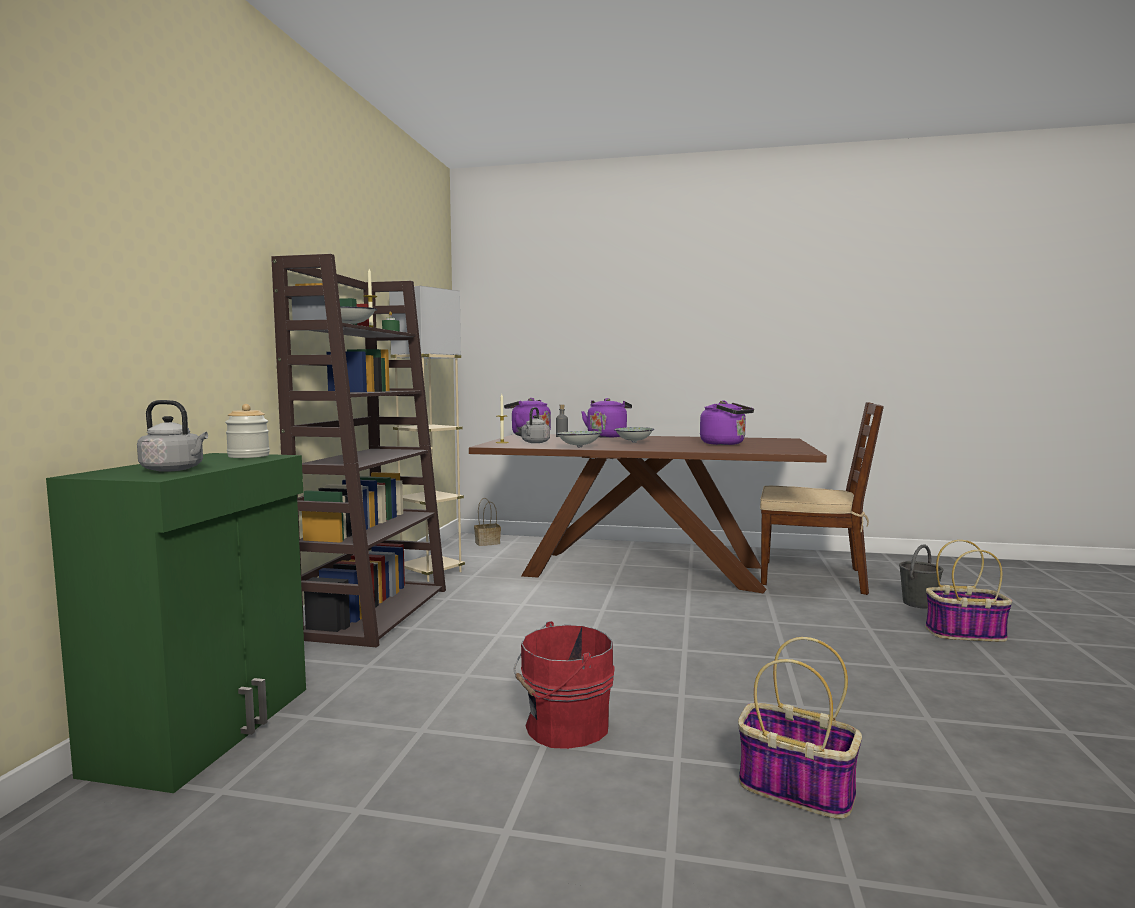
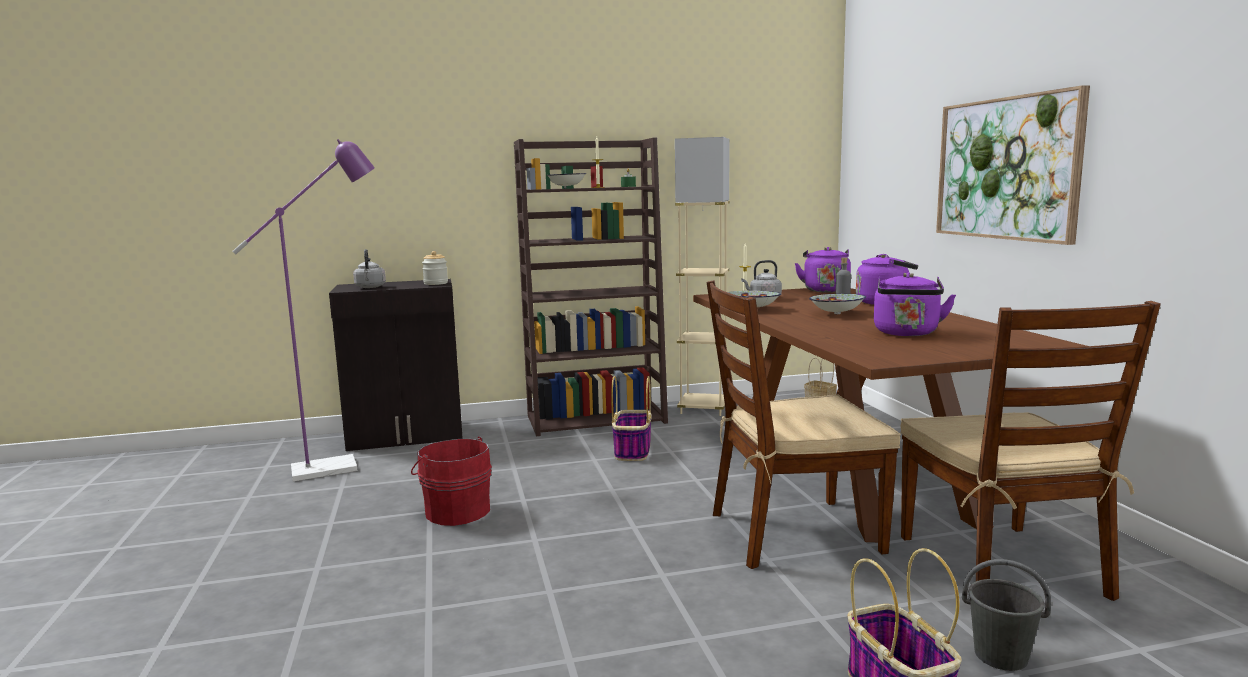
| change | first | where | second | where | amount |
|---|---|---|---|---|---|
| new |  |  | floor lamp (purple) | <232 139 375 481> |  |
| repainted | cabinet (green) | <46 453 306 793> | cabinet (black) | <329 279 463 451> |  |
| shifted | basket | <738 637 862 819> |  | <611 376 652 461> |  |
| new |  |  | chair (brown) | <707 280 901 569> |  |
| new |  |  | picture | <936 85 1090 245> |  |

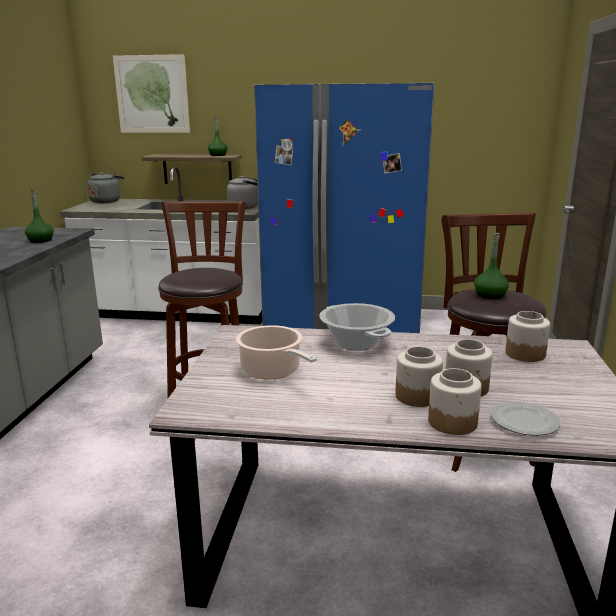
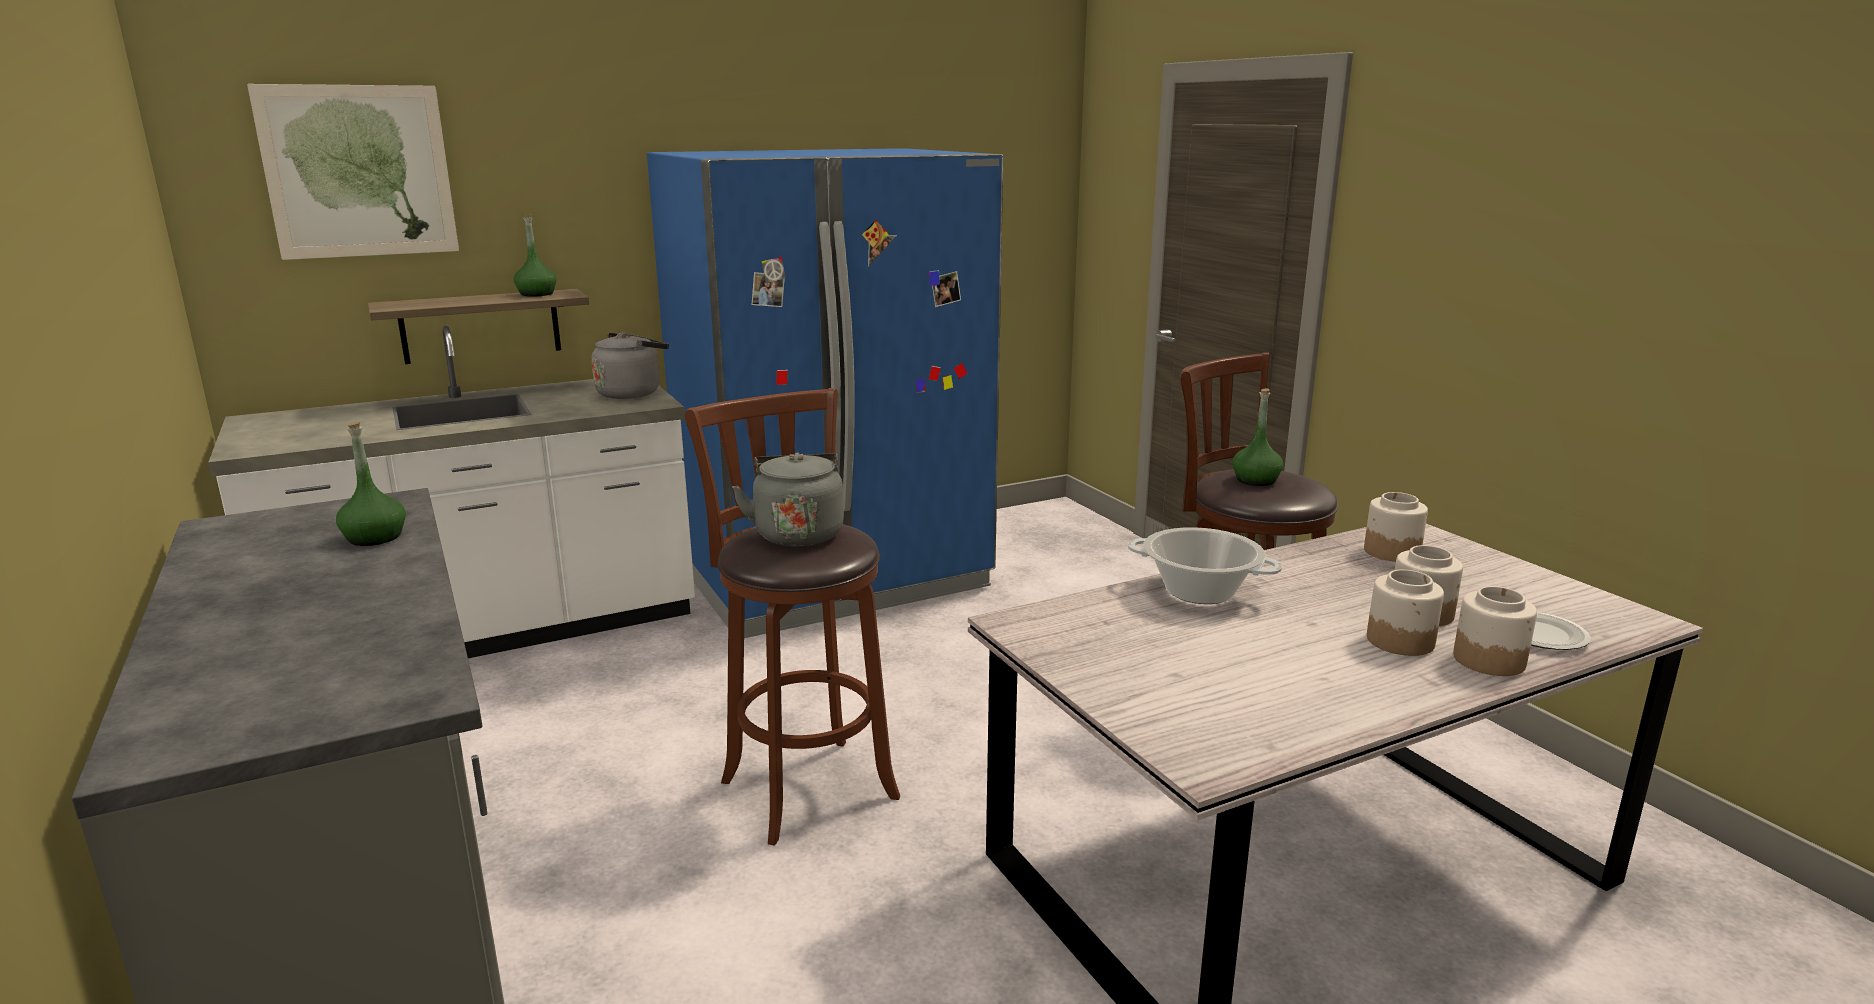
| change | first | where | second | where | amount |
|---|---|---|---|---|---|
| shifted | kettle (grey) | <87 172 124 203> |  | <732 453 844 546> |  |
| gone | cooking pot | <236 325 317 379> |  |  |  |

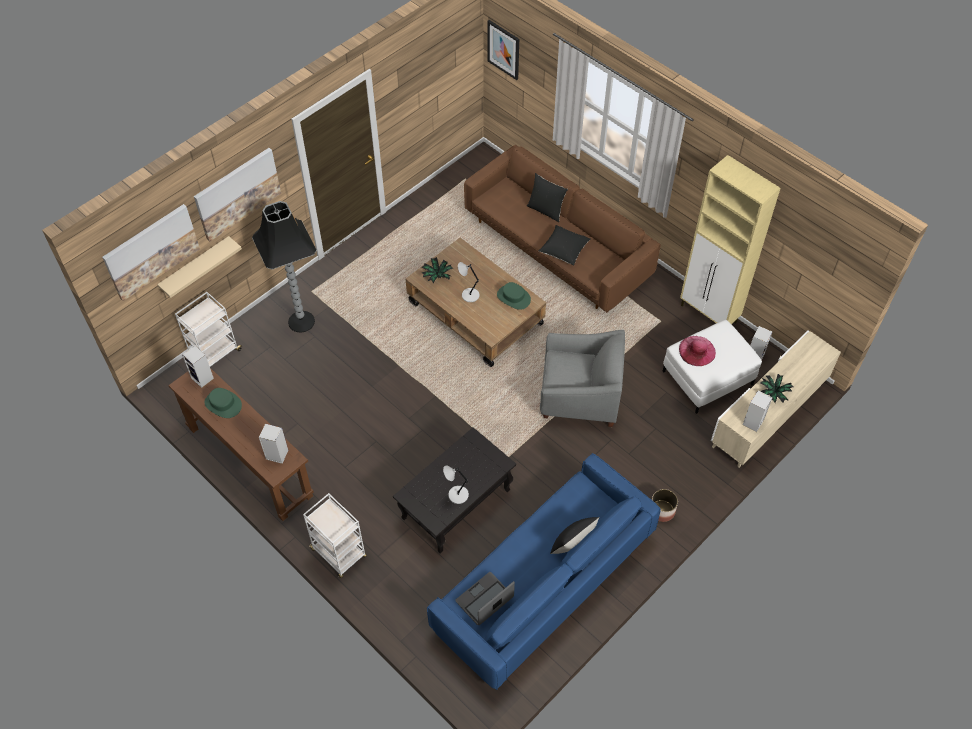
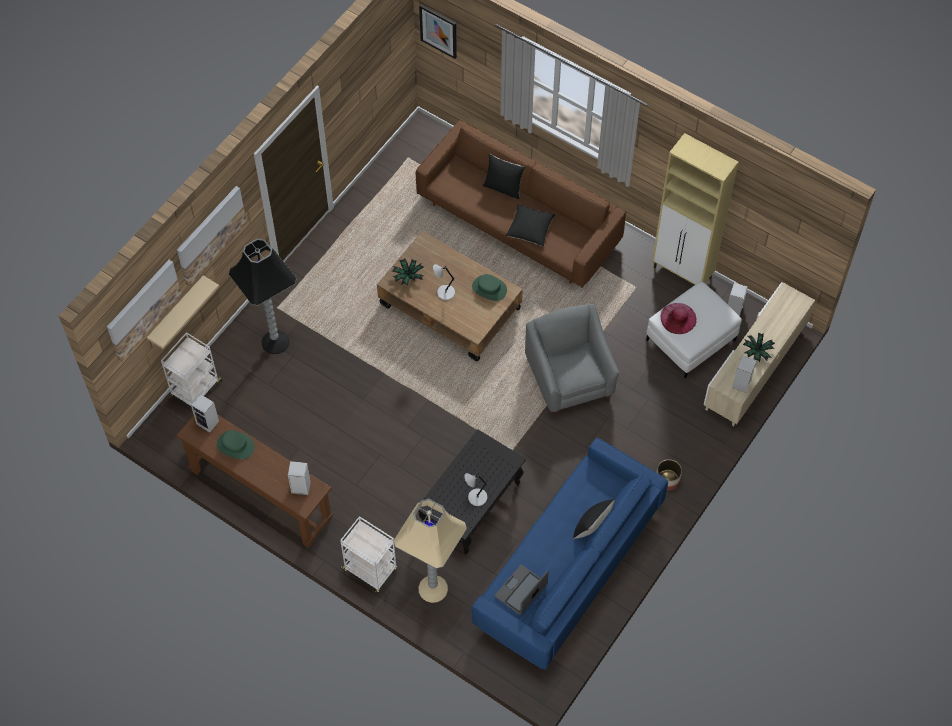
| change | first | where | second | where | amount |
|---|---|---|---|---|---|
| new |  |  | floor lamp (beige) | <394 499 467 603> |  |
| rotated | armchair (grey) | <540 330 625 427> |  | <525 304 620 414> | 105 degrees counterclockwise |

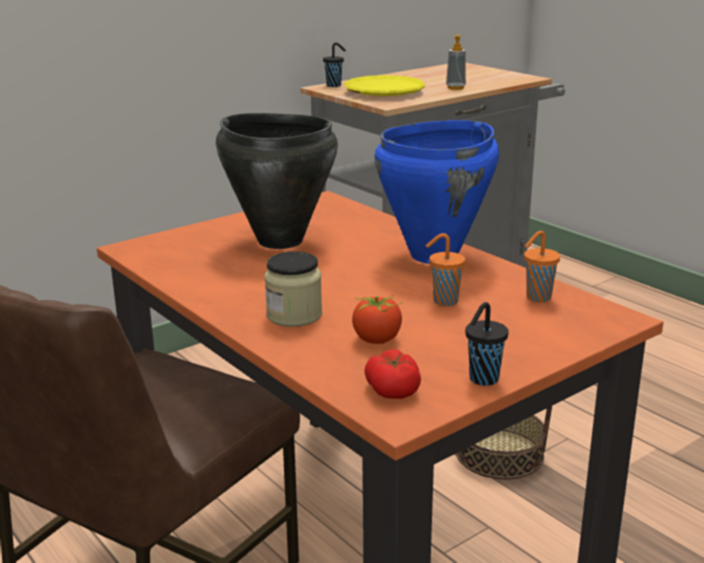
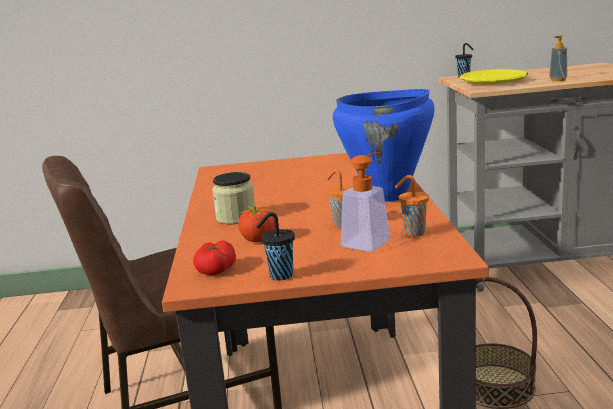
| change | first | where | second | where | amount |
|---|---|---|---|---|---|
| new |  |  | soap dispenser | <341 152 390 252> |  |
| gone | cooking pot (black) | <216 113 338 249> |  |  |  |

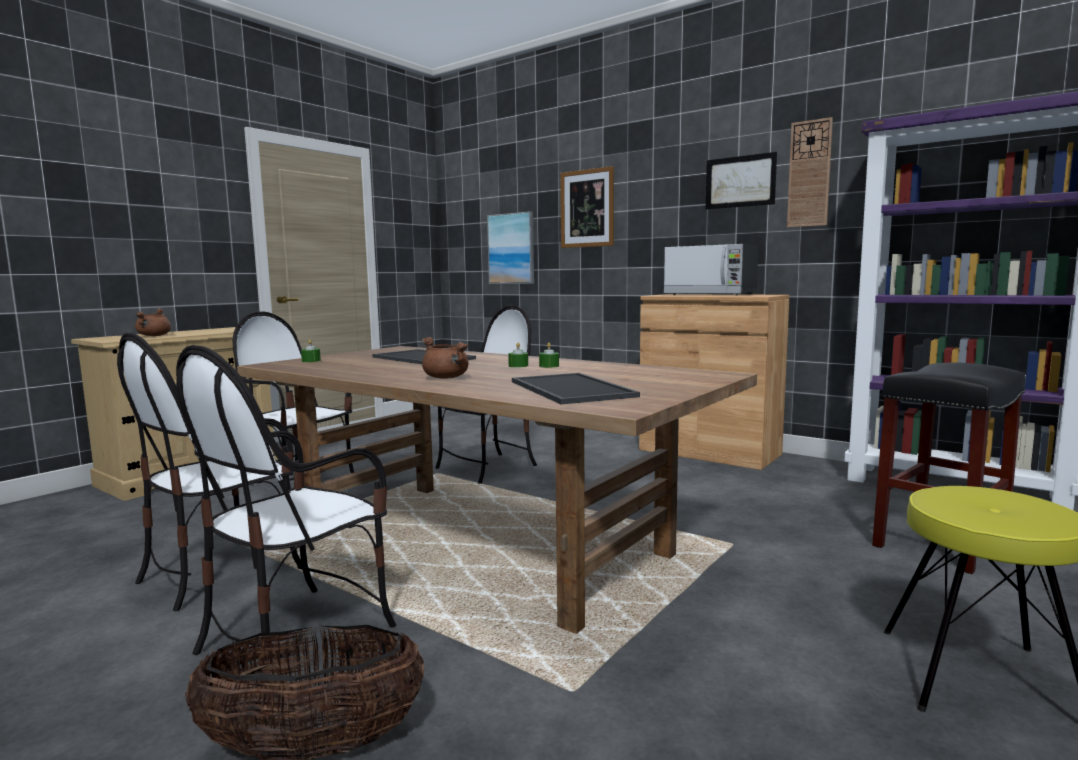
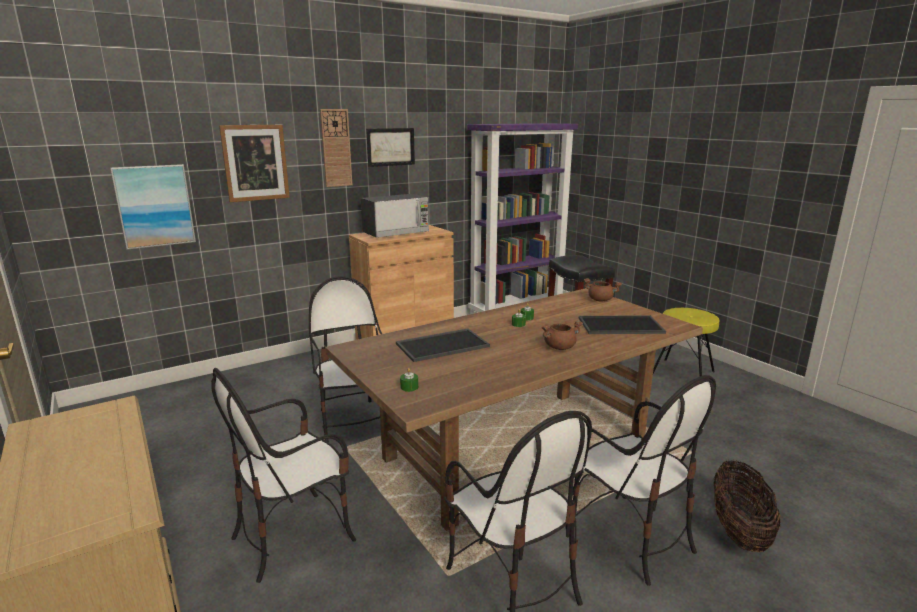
| change | first | where | second | where | amount |
|---|---|---|---|---|---|
| shifted | wall clock | <787 117 833 228> |  | <320 109 352 187> |  |
| shifted | cooking pot (brown) | <135 308 171 336> |  | <584 278 622 301> |  |

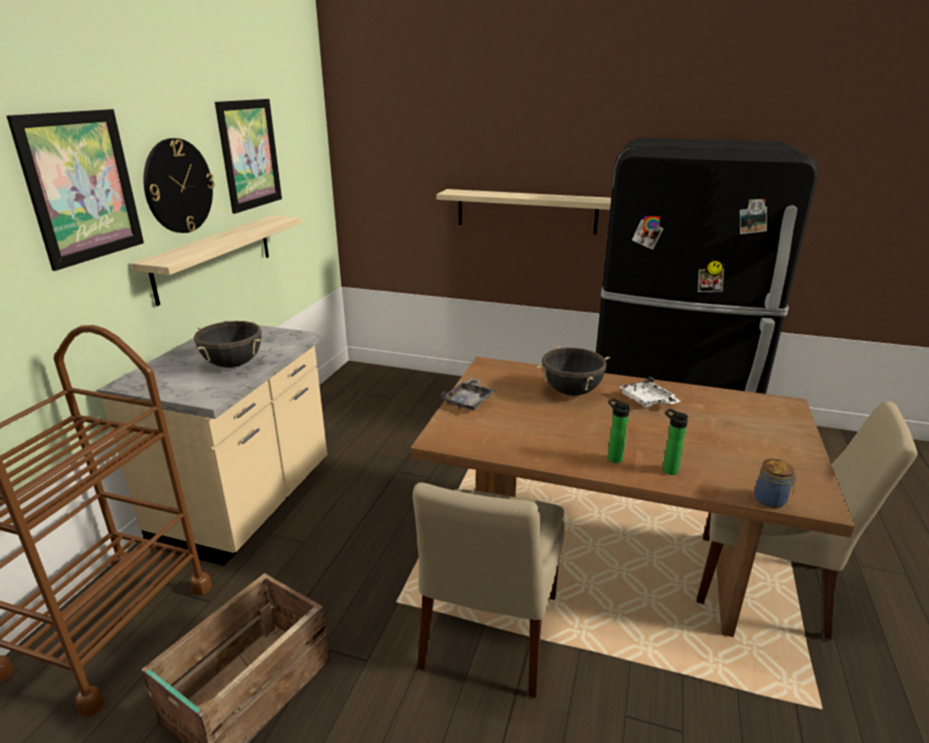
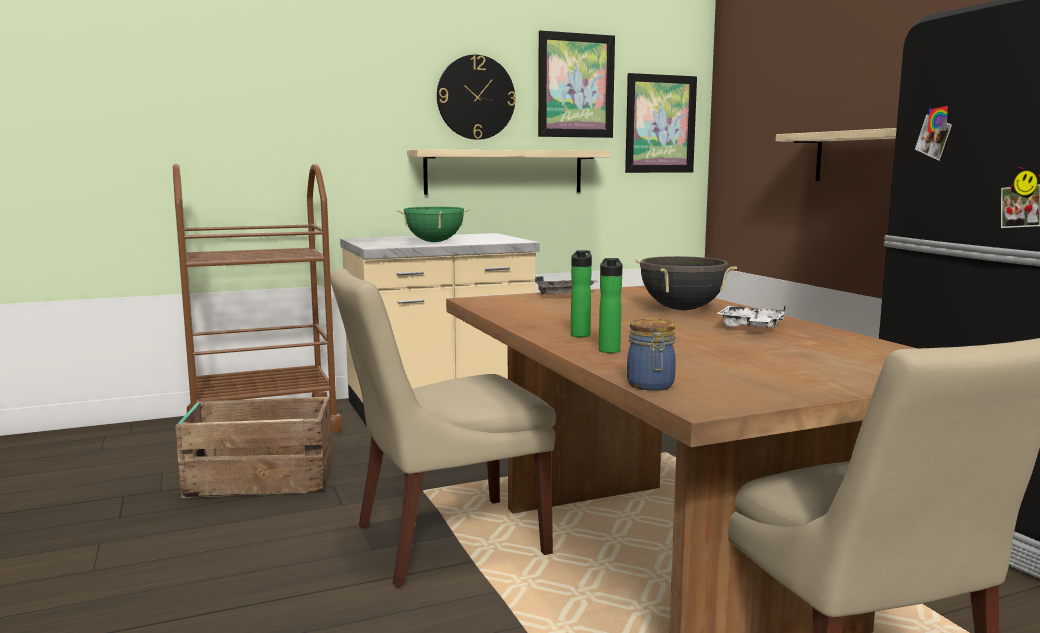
| change | first | where | second | where | amount |
|---|---|---|---|---|---|
| repainted | cooking pot (black) | <194 321 262 368> | cooking pot (green) | <397 207 471 242> |  |
| shifted | picture | <6 109 144 271> |  | <625 73 697 173> |  |

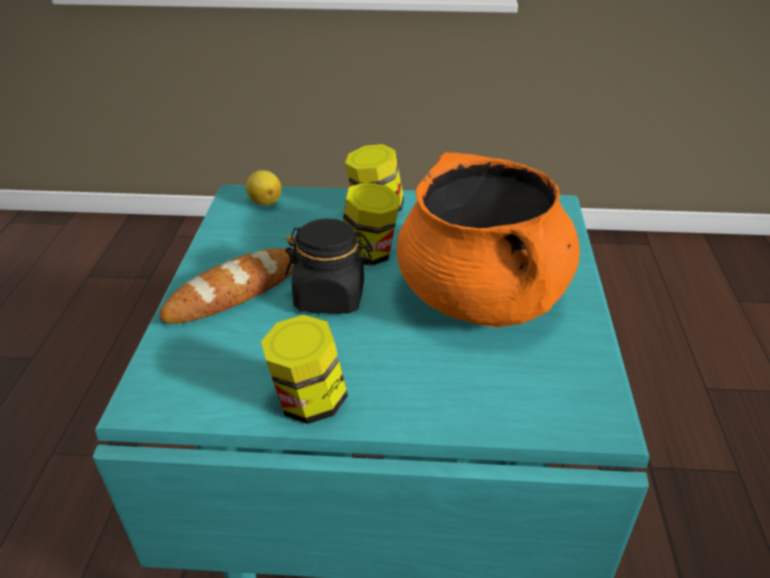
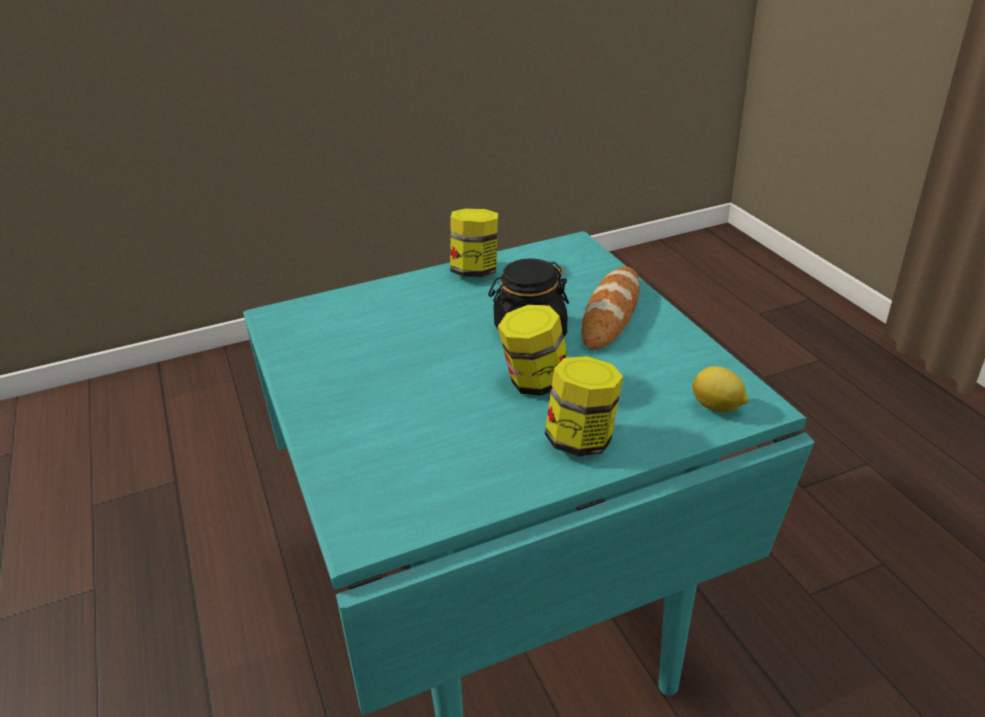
| change | first | where | second | where | amount |
|---|---|---|---|---|---|
| gone | cooking pot (orange) | <397 152 580 327> |  |  |  |

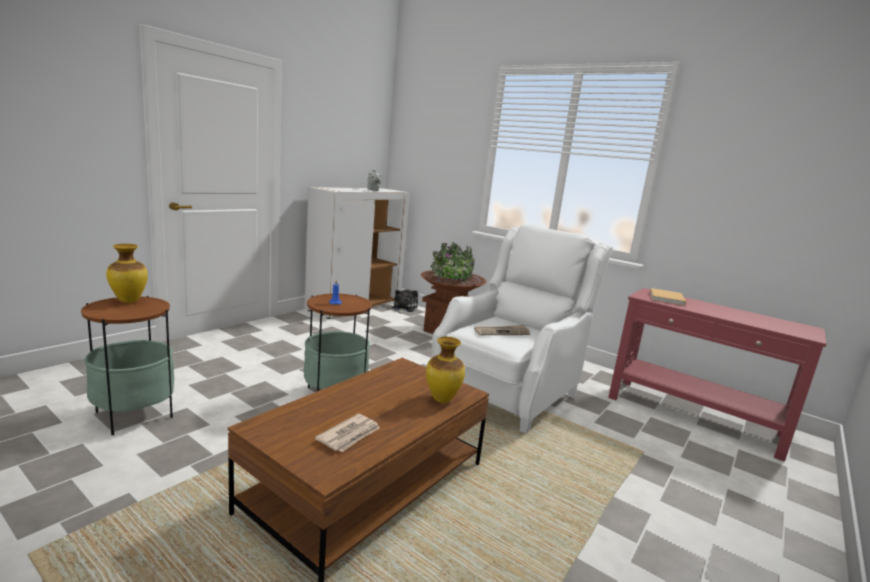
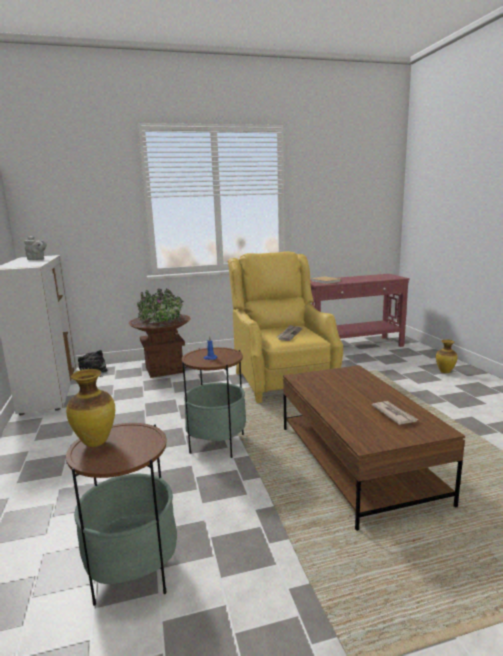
| change | first | where | second | where | amount |
|---|---|---|---|---|---|
| repainted | armchair (white) | <432 224 613 434> | armchair (yellow) | <227 251 343 403> |  |
| shifted | vase | <426 337 465 403> |  | <436 340 458 373> |  |

